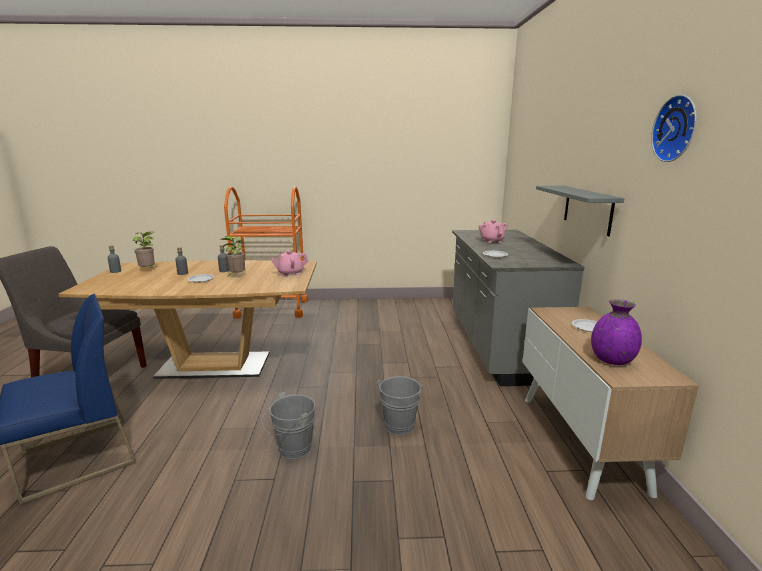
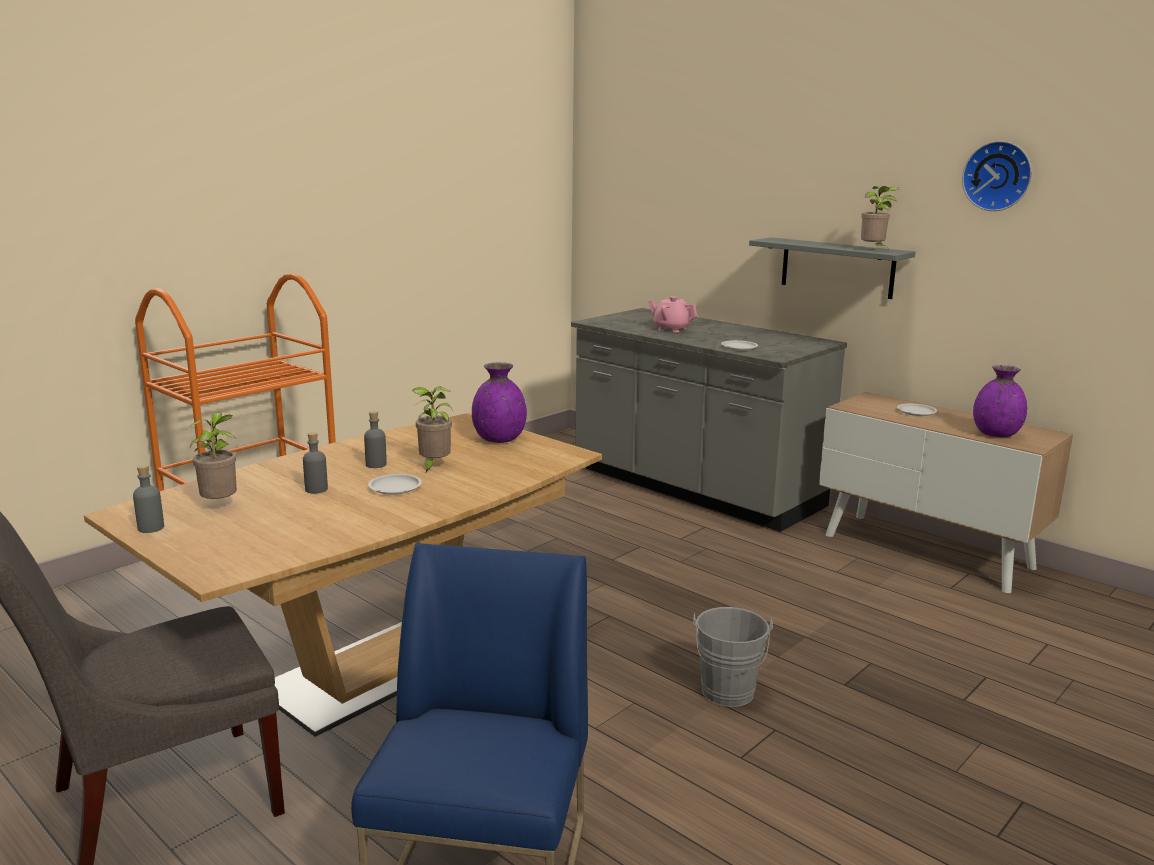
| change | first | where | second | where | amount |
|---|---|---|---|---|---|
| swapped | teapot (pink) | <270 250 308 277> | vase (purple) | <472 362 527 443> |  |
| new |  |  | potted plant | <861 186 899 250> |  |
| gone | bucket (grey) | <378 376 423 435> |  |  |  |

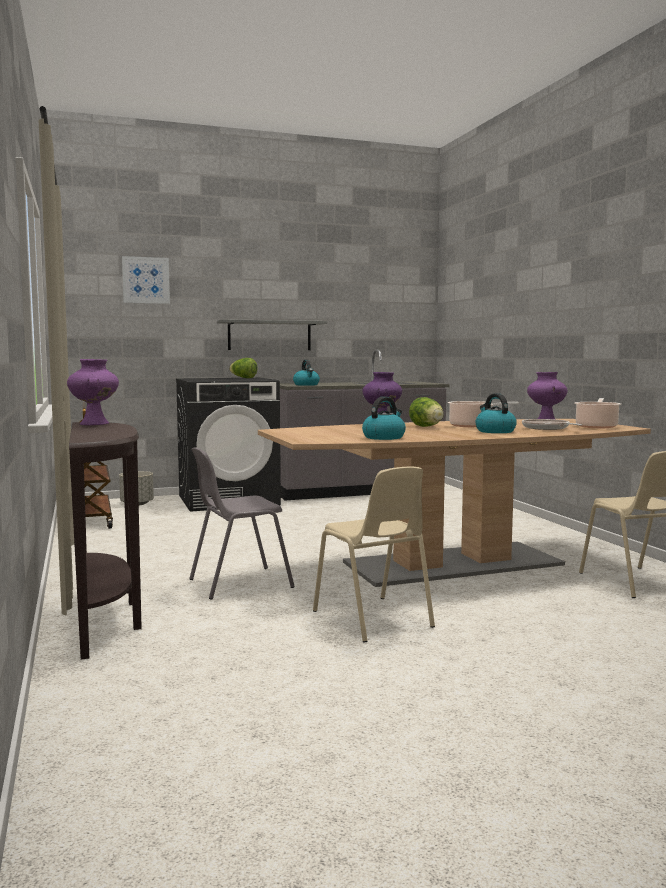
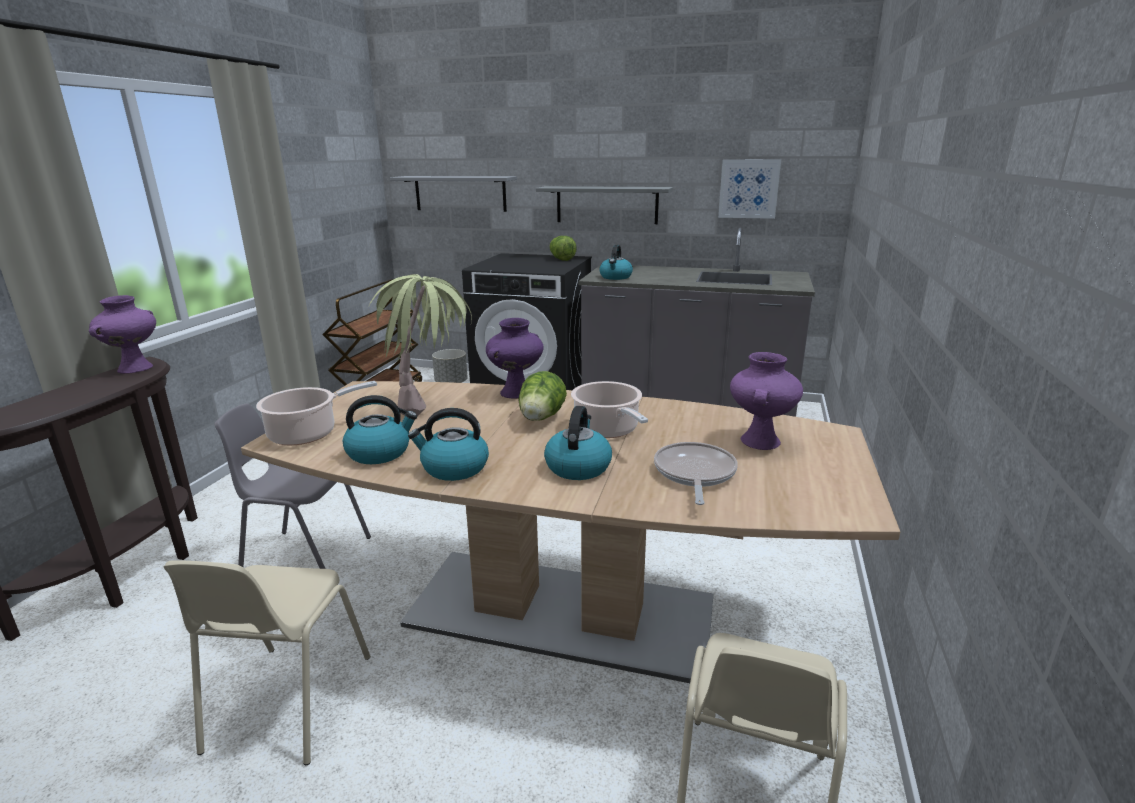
| change | first | where | second | where | amount |
|---|---|---|---|---|---|
| shifted | cooking pot | <575 398 621 428> |  | <256 381 377 445> |  |
| new |  |  | potted plant | <368 274 472 417> |  |
| new |  |  | shelf (grey) | <390 176 517 212> |  |
| new |  |  | kettle | <408 408 489 481> |  |
| shifted | picture | <122 256 170 304> |  | <718 159 781 219> |  |

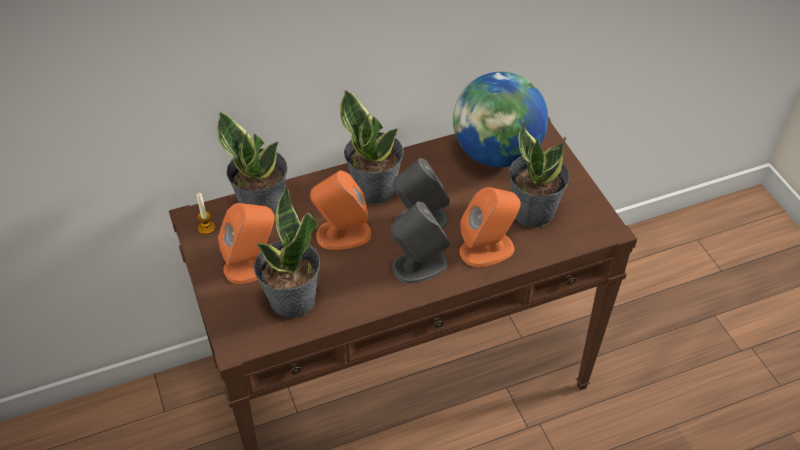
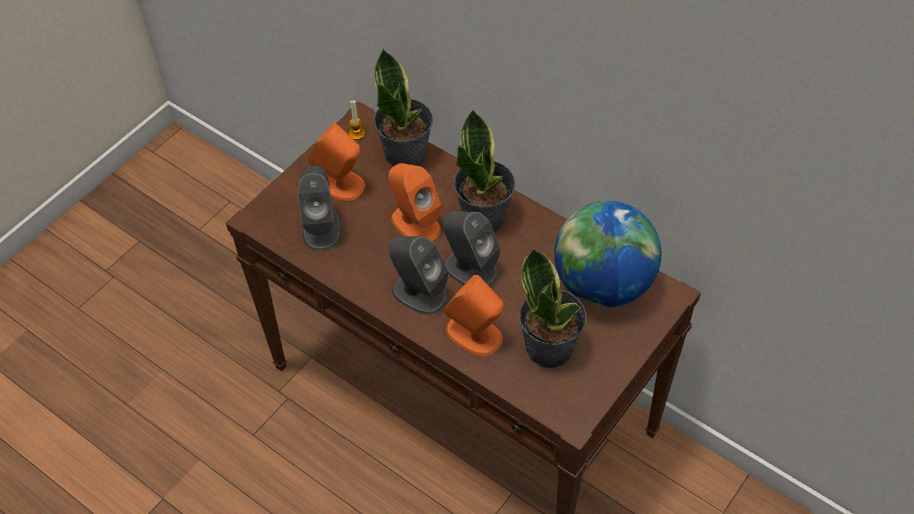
| change | first | where | second | where | amount |
|---|---|---|---|---|---|
| swapped | potted plant | <254 185 320 318> | speaker (grey) | <298 166 341 251> |  |

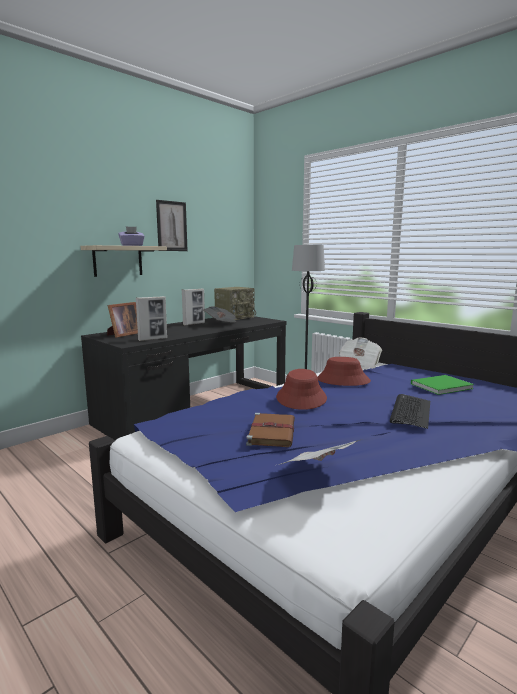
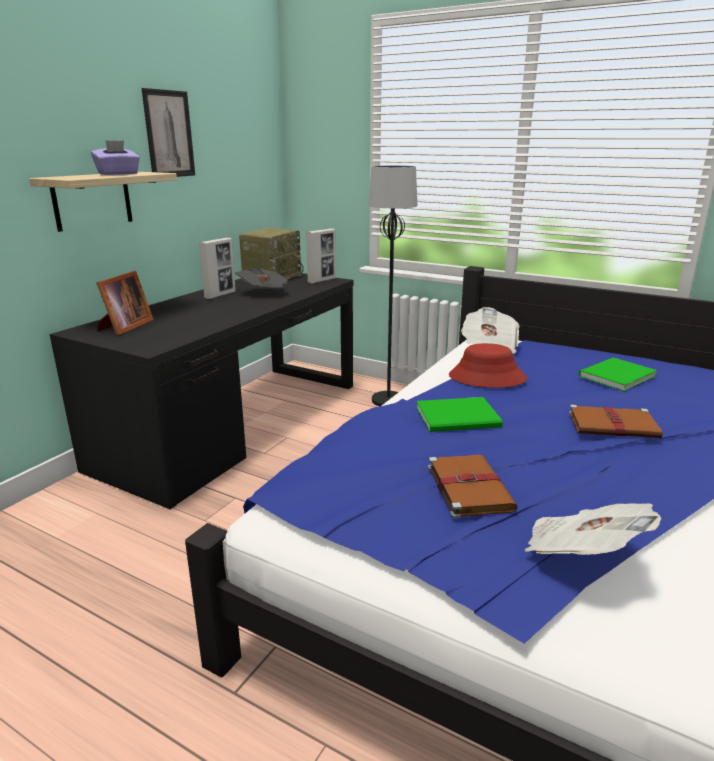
| change | first | where | second | where | amount |
|---|---|---|---|---|---|
| shifted | picture frame | <136 296 167 341> |  | <306 229 336 284> |  |
| swapped | hat (red) | <276 369 327 410> | book (green) | <416 397 503 432> |  |
| swapped | keyboard | <390 394 430 429> | book (brown) | <569 405 663 438> |  |

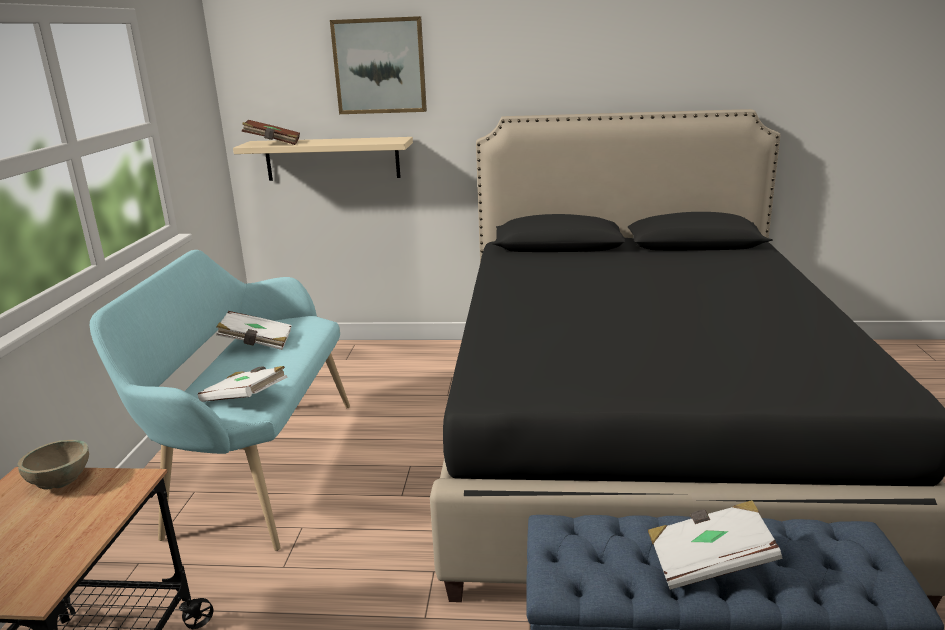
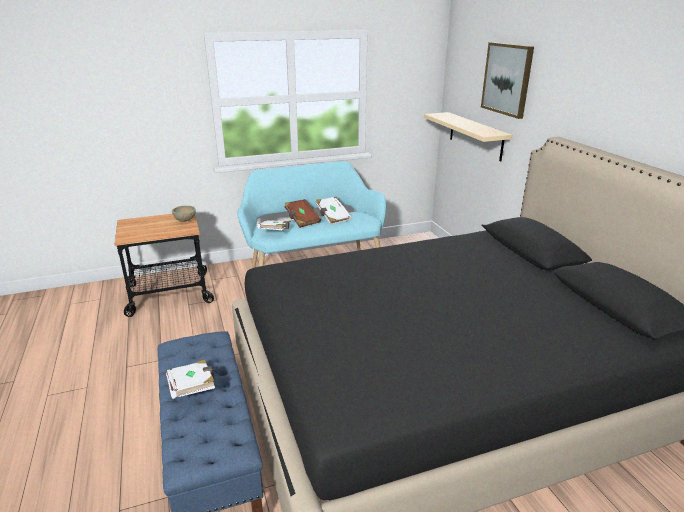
| change | first | where | second | where | amount |
|---|---|---|---|---|---|
| shifted | book (brown) | <242 120 300 145> |  | <285 199 321 228> |  |

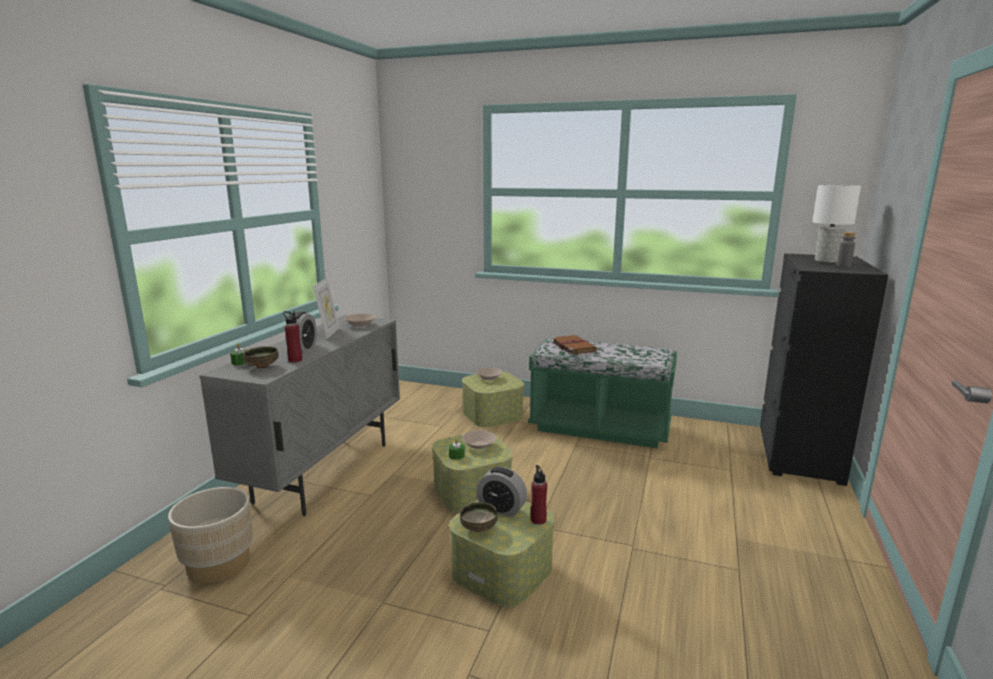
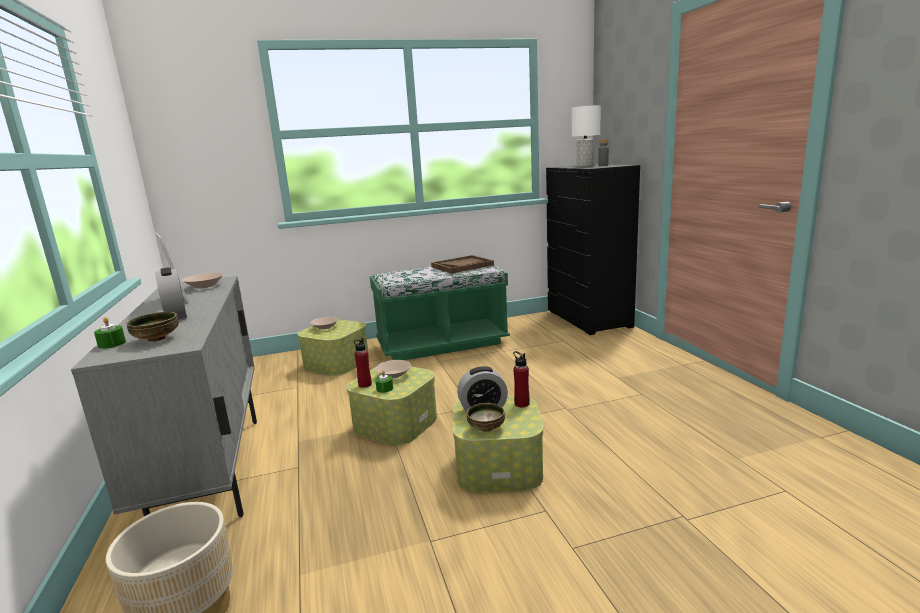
| change | first | where | second | where | amount |
|---|---|---|---|---|---|
| shifted | bottle (red) | <283 311 302 362> |  | <354 338 372 388> |  |
| new |  |  | tray (brown) | <431 255 494 274> |  |
| gone | book (brown) | <551 335 598 355> |  |  |  |

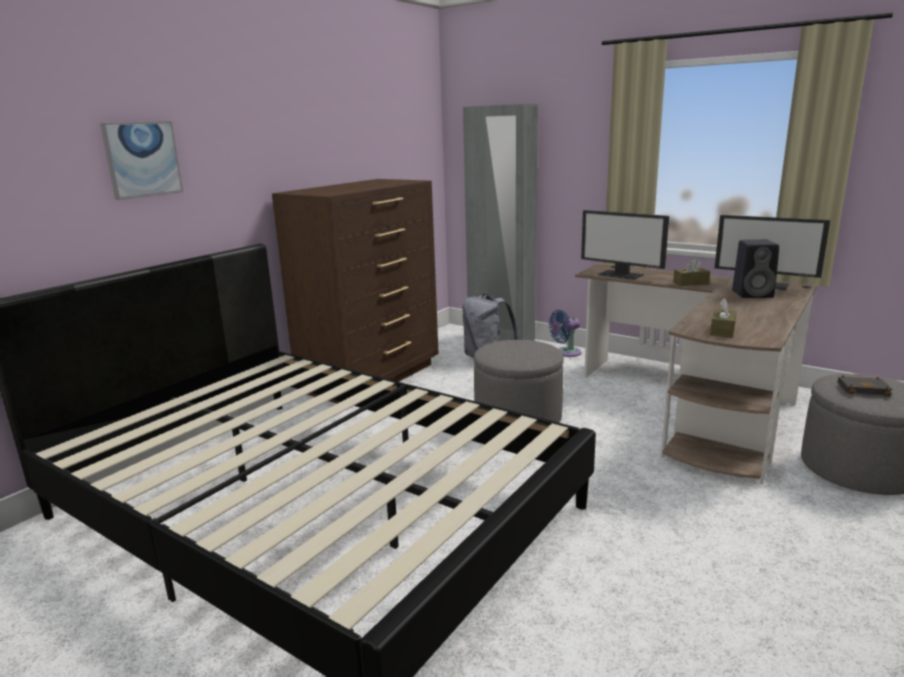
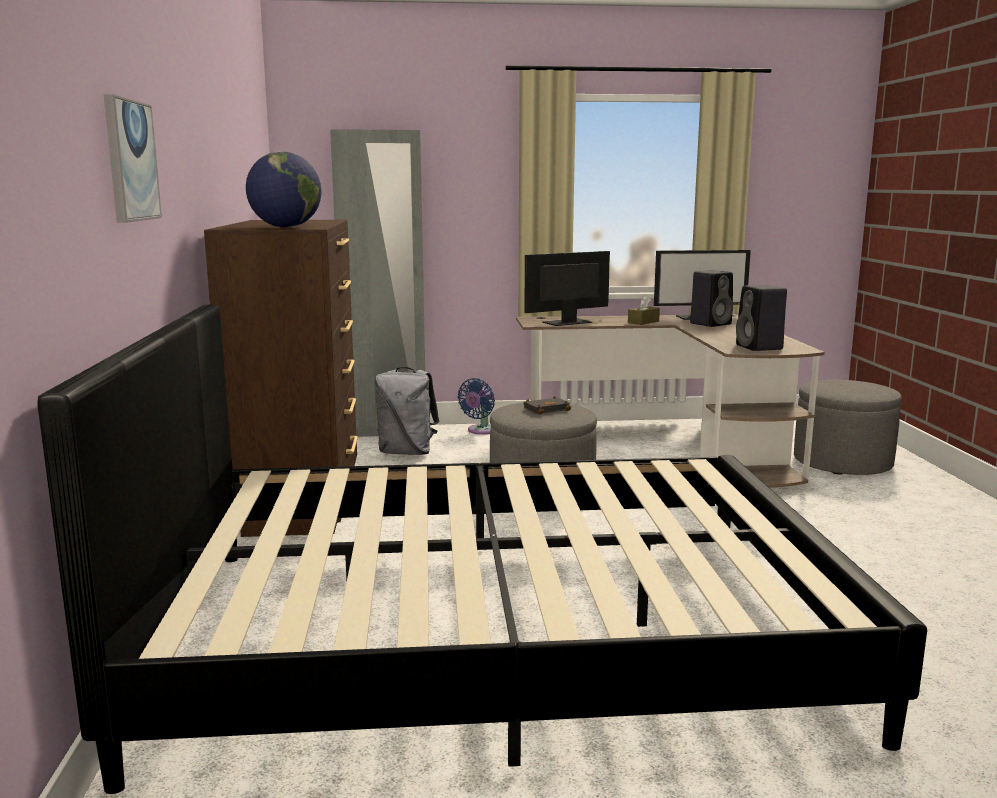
| change | first | where | second | where | amount |
|---|---|---|---|---|---|
| new |  |  | globe | <246 151 321 228> |  |
| shifted | book (black) | <837 375 893 397> |  | <523 396 571 415> |  |
| rotated | monitor | <581 210 669 280> |  | <524 251 610 326> | 150 degrees clockwise |
| swapped | tissue box (brown) | <710 298 737 337> | speaker (black) | <736 285 787 351> |  |

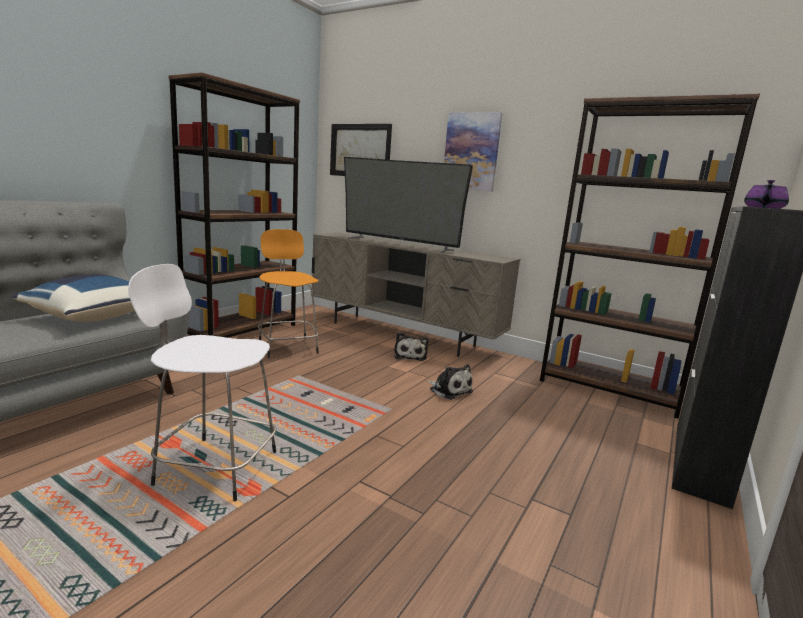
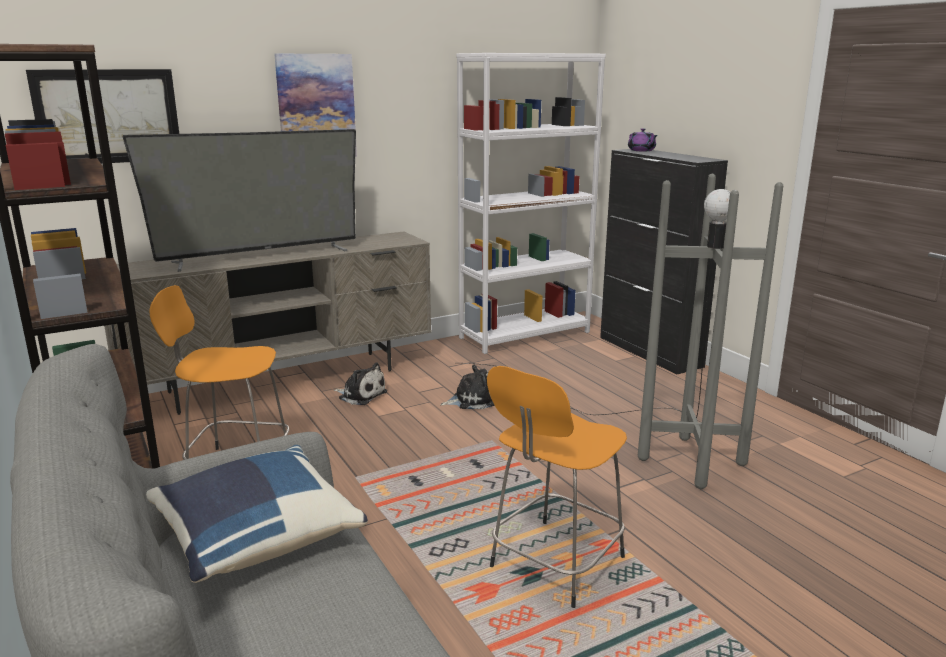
| change | first | where | second | where | amount |
|---|---|---|---|---|---|
| repainted | bookcase (brown) | <540 93 760 419> | bookcase (white) | <456 53 606 354> |  |
| new |  |  | floor lamp (grey) | <465 174 783 489> |  |
| repainted | stool (white) | <128 264 276 501> | stool (orange) | <487 366 627 608> |  |

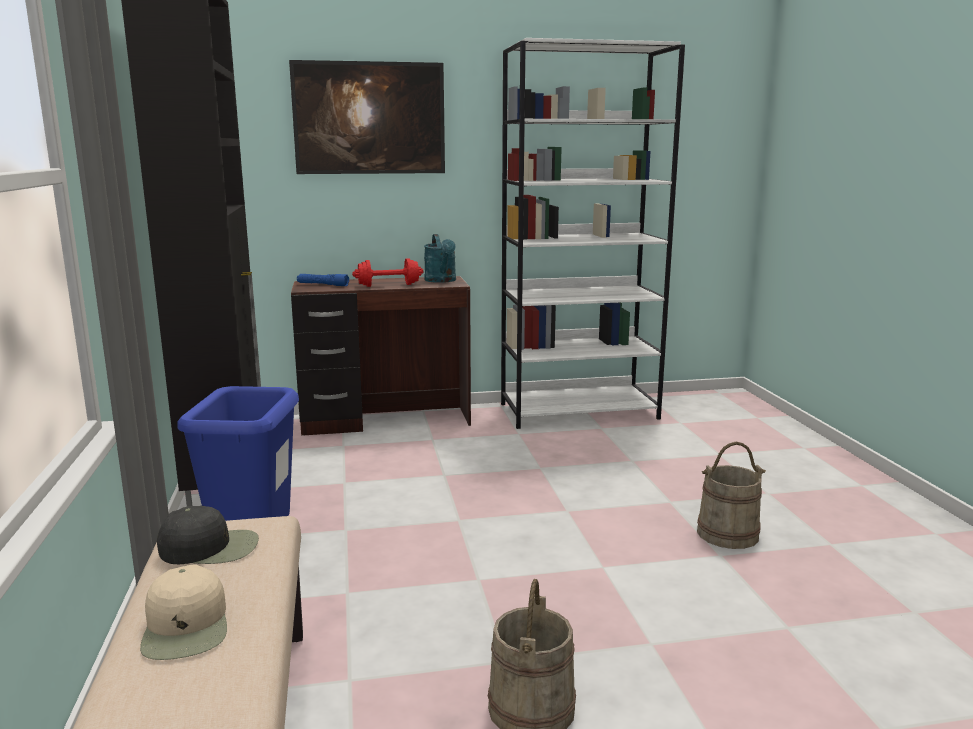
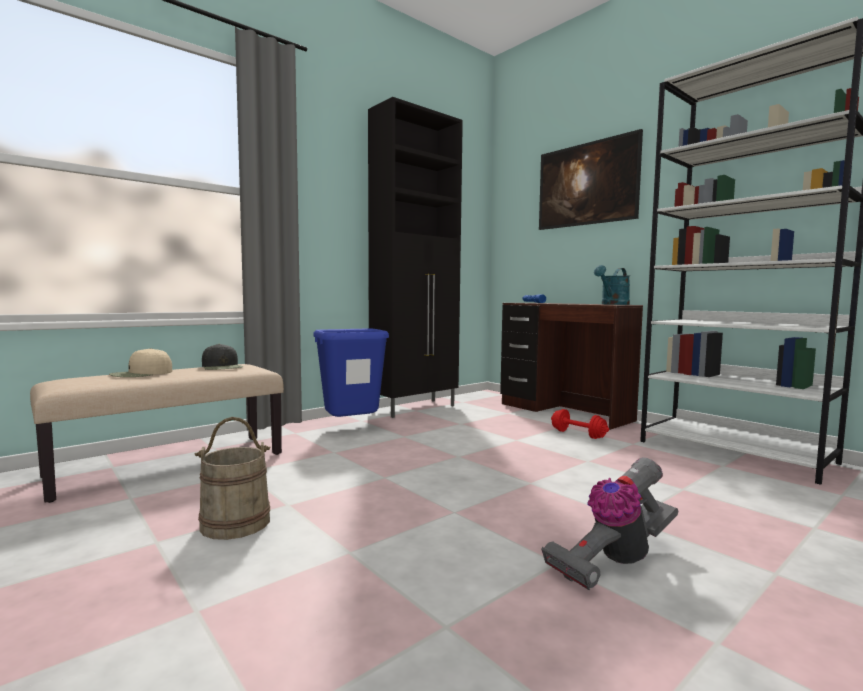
| change | first | where | second | where | amount |
|---|---|---|---|---|---|
| swapped | bucket (beige) | <697 442 766 549> | vacuum cleaner | <541 457 678 591> |  |
| shifted | dumbbell (red) | <352 258 423 287> |  | <551 409 609 439> |  |

